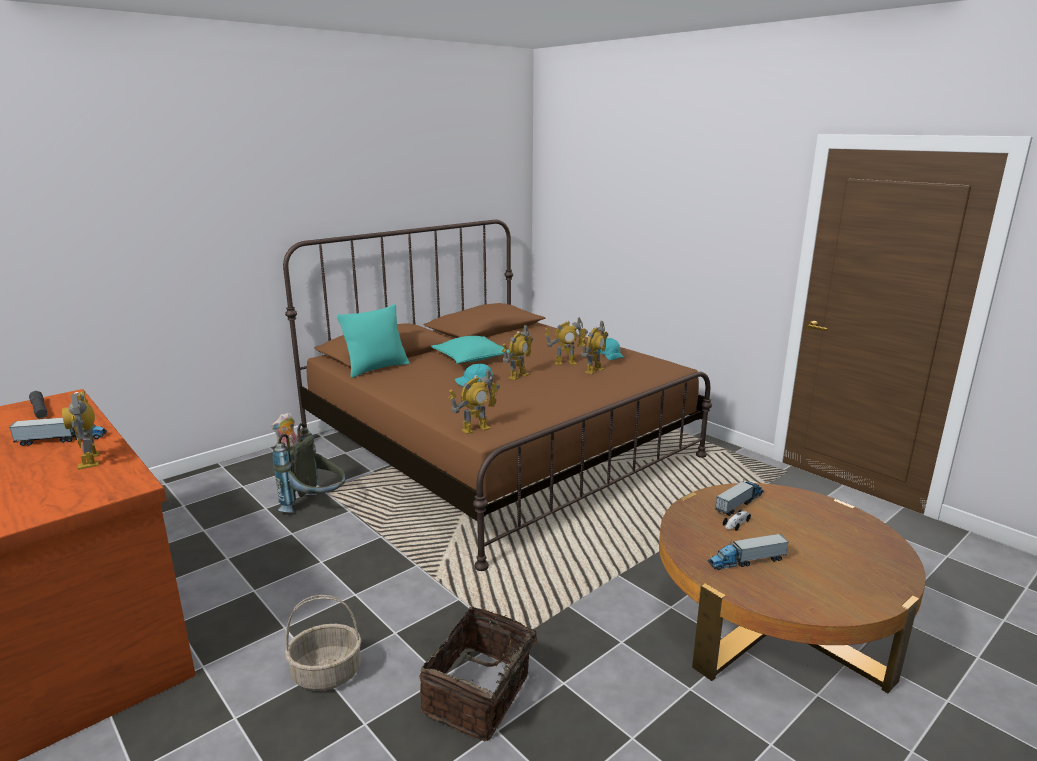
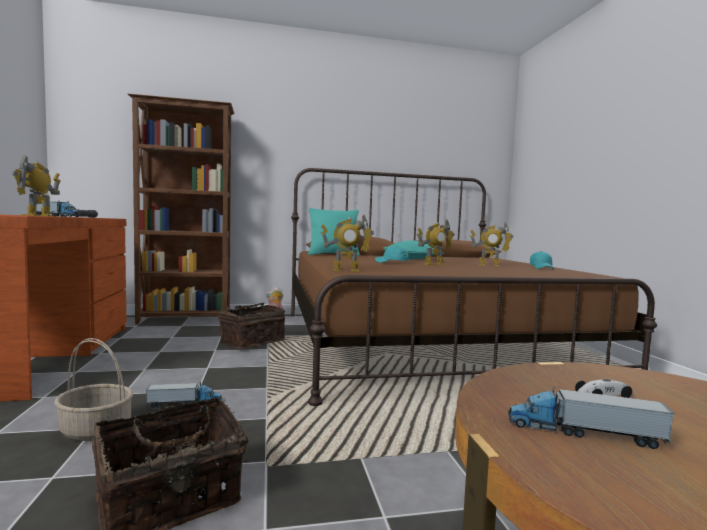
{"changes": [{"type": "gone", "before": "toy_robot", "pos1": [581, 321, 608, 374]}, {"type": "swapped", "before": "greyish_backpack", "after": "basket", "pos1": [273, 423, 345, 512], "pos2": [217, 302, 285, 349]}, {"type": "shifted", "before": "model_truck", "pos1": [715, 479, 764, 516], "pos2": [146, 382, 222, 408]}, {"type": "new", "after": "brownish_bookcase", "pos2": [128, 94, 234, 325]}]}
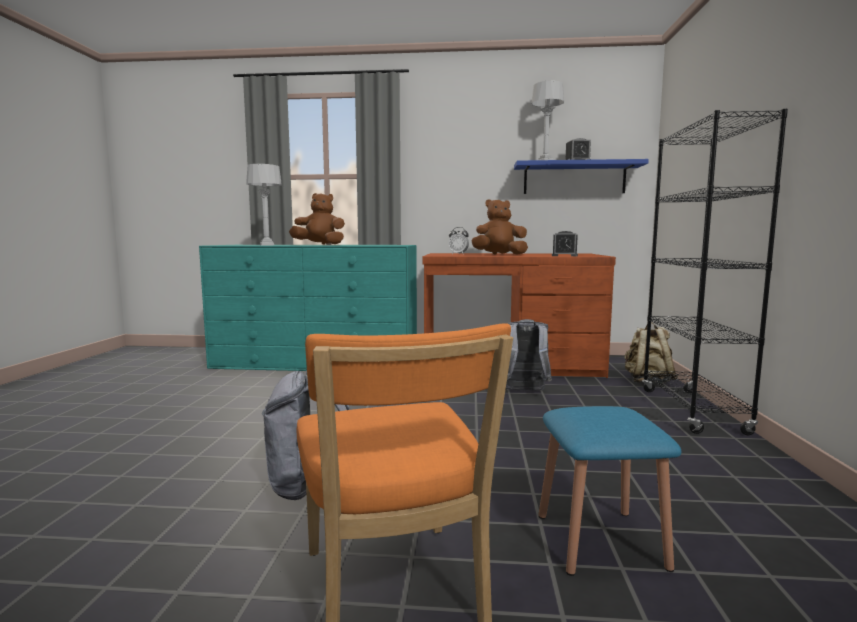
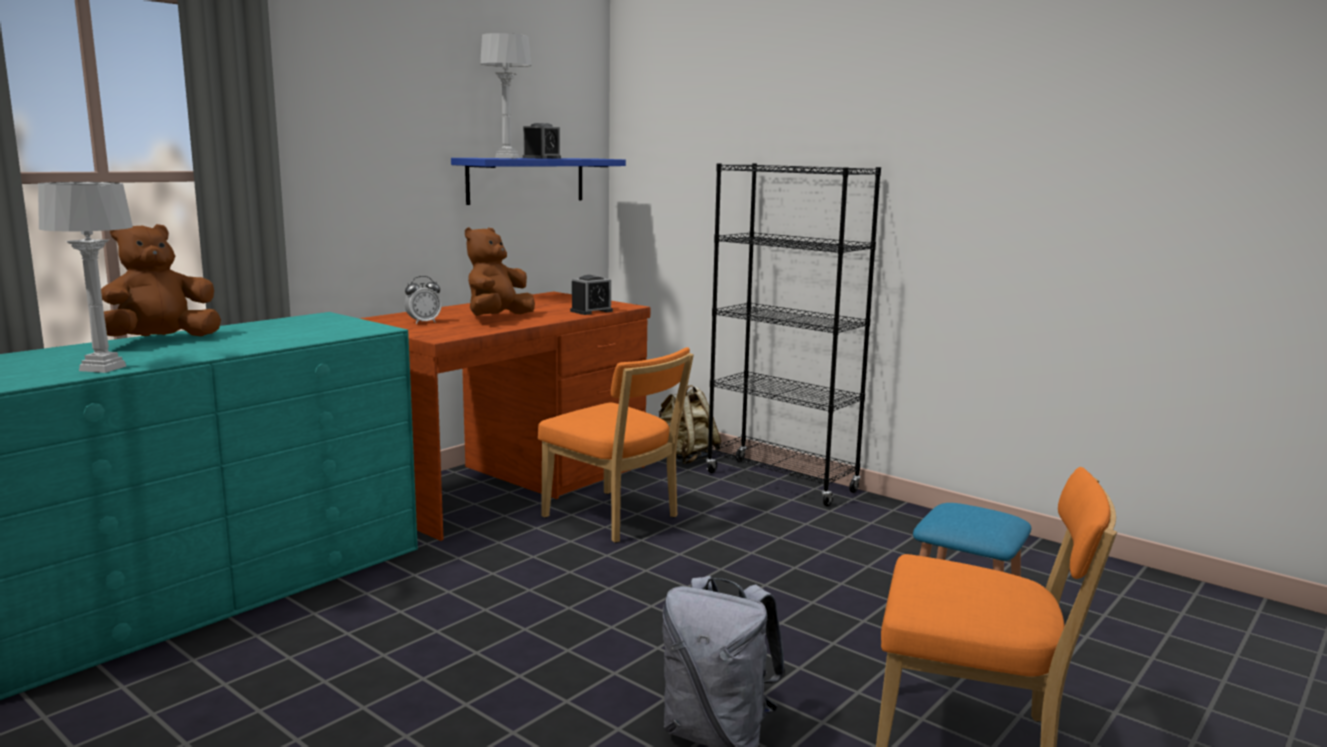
{"changes": [{"type": "swapped", "before": "greyish_backpack", "after": "orange-coloured_chair", "pos1": [506, 319, 552, 391], "pos2": [538, 347, 694, 543]}]}
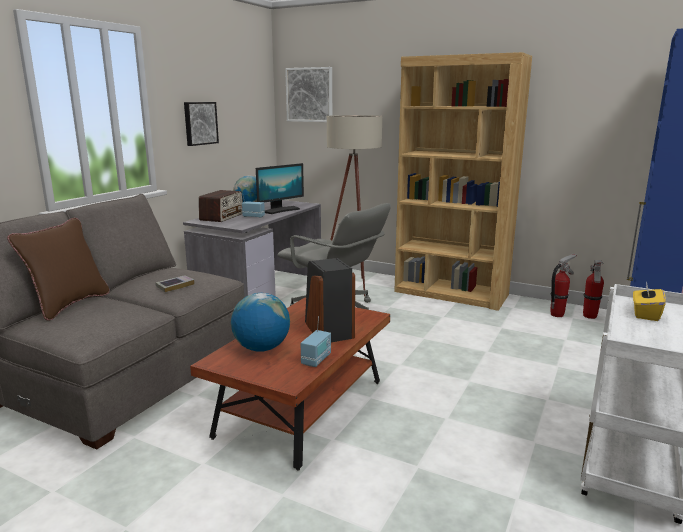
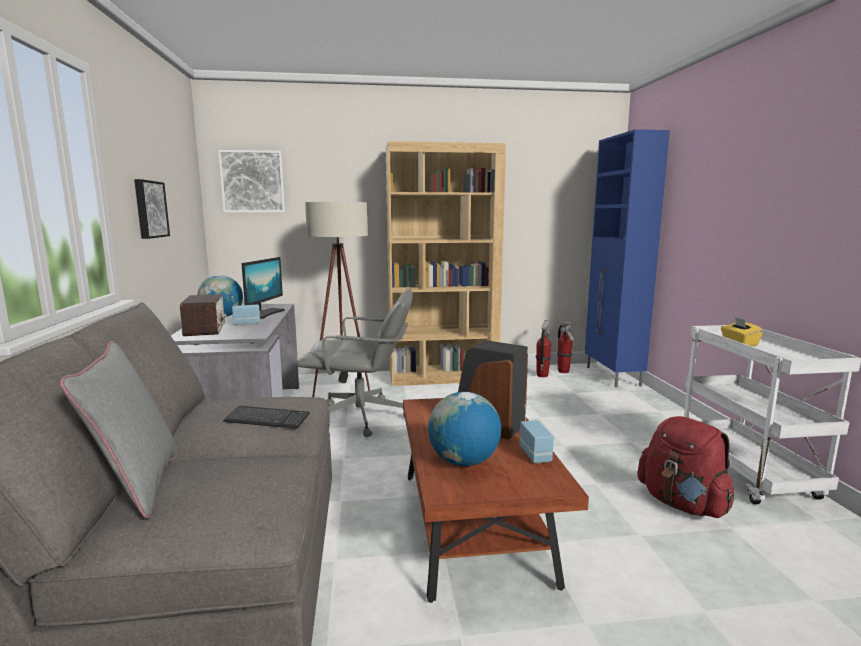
{"changes": [{"type": "repainted", "before": "brownish_cushion", "after": "greyish_cushion", "pos1": [7, 218, 110, 321], "pos2": [60, 341, 178, 519]}, {"type": "swapped", "before": "bound_book", "after": "keyboard", "pos1": [155, 275, 195, 292], "pos2": [223, 406, 310, 429]}, {"type": "new", "after": "reddish_backpack", "pos2": [637, 416, 734, 518]}]}
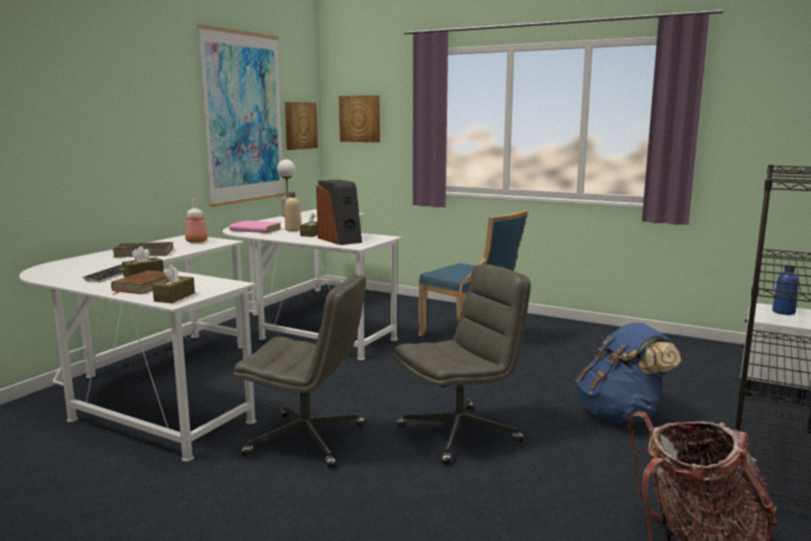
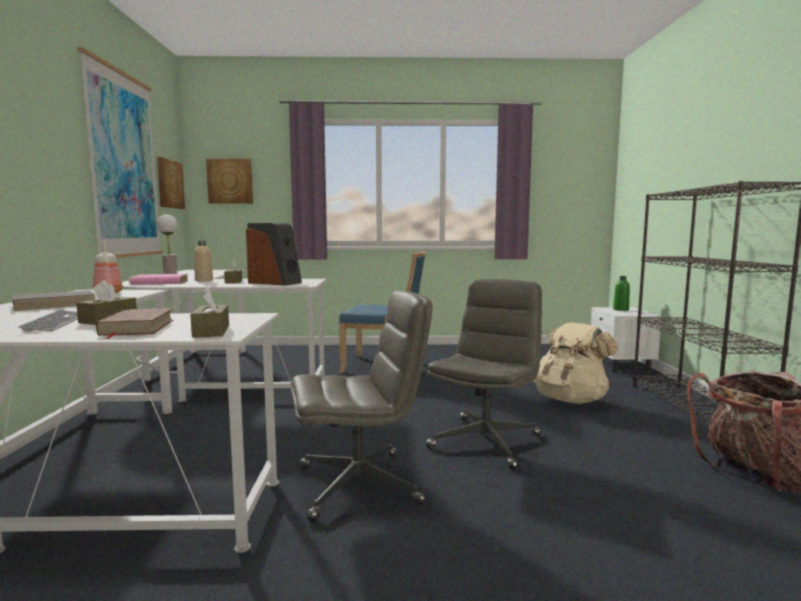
{"changes": [{"type": "repainted", "before": "bluish_beverage_bottle", "after": "green-coloured_beverage_bottle", "pos1": [772, 265, 799, 315], "pos2": [613, 276, 630, 311]}, {"type": "repainted", "before": "bluish_backpack", "after": "beige-coloured_backpack", "pos1": [576, 323, 681, 423], "pos2": [533, 323, 618, 404]}]}
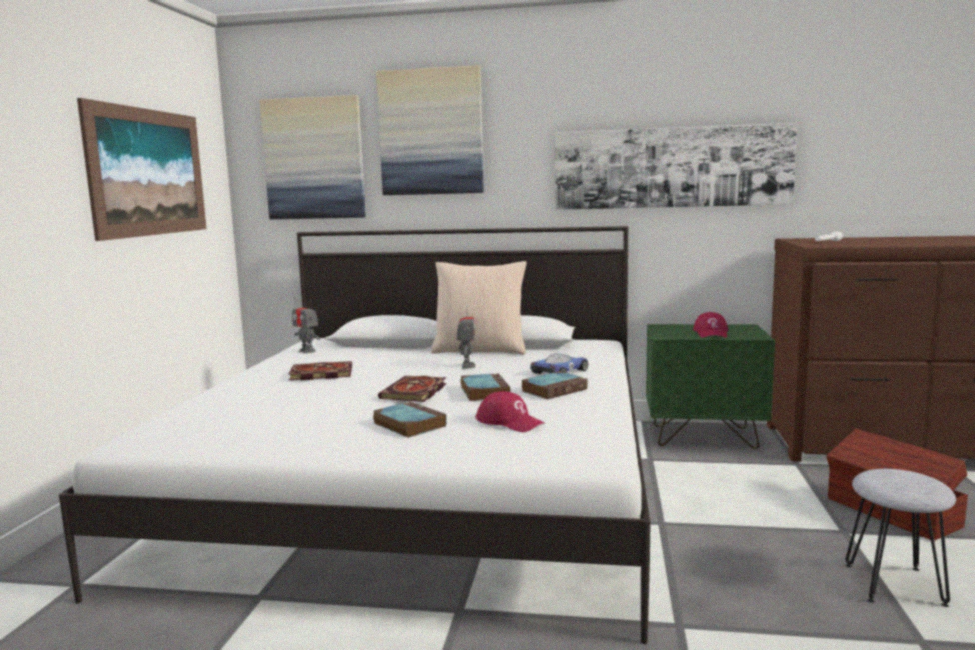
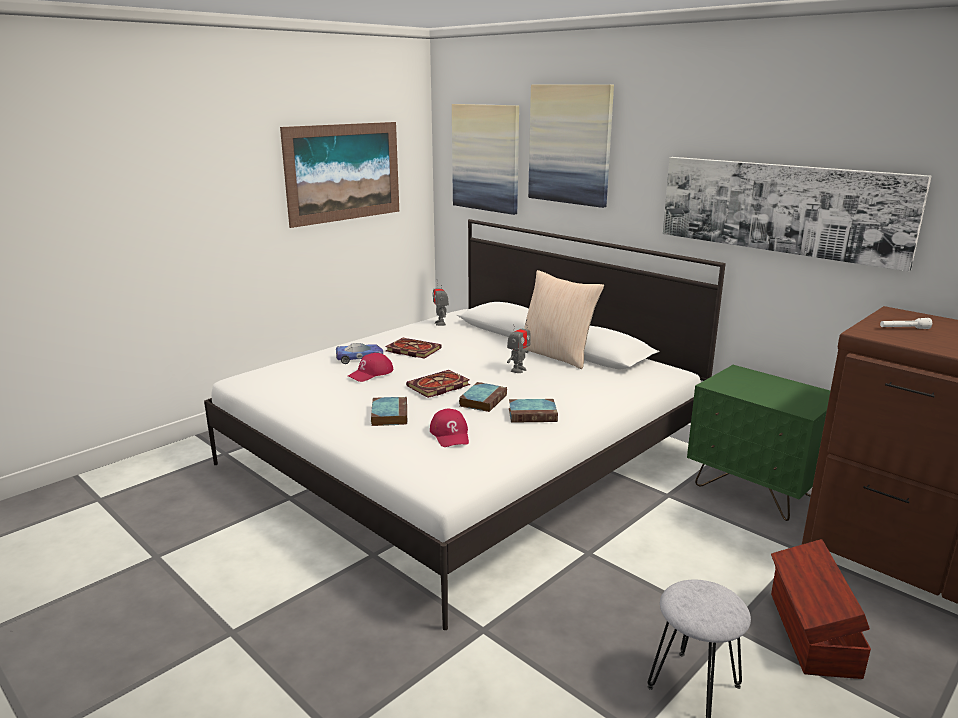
{"changes": [{"type": "shifted", "before": "reddish_cap", "pos1": [693, 312, 728, 338], "pos2": [348, 353, 393, 382]}, {"type": "shifted", "before": "toy_car", "pos1": [530, 353, 588, 374], "pos2": [336, 343, 383, 364]}]}
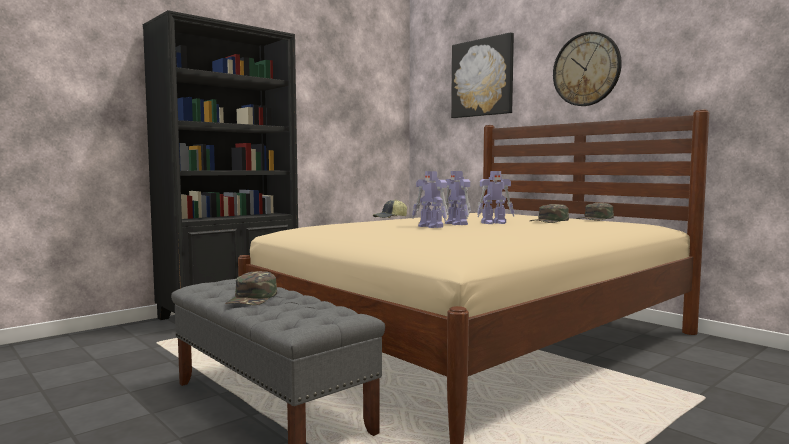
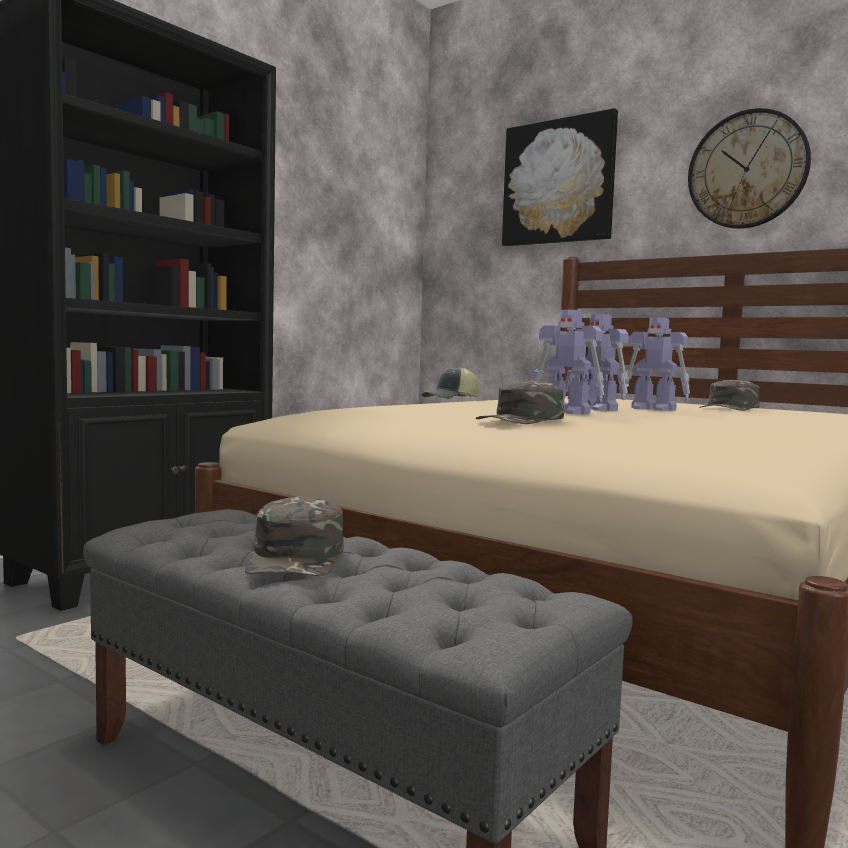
{"changes": [{"type": "rotated", "before": "toy_robot", "pos1": [477, 171, 514, 224], "pos2": [619, 318, 690, 411], "turn": 60}, {"type": "shifted", "before": "green-coloured_cap", "pos1": [577, 203, 614, 221], "pos2": [476, 381, 564, 424]}]}
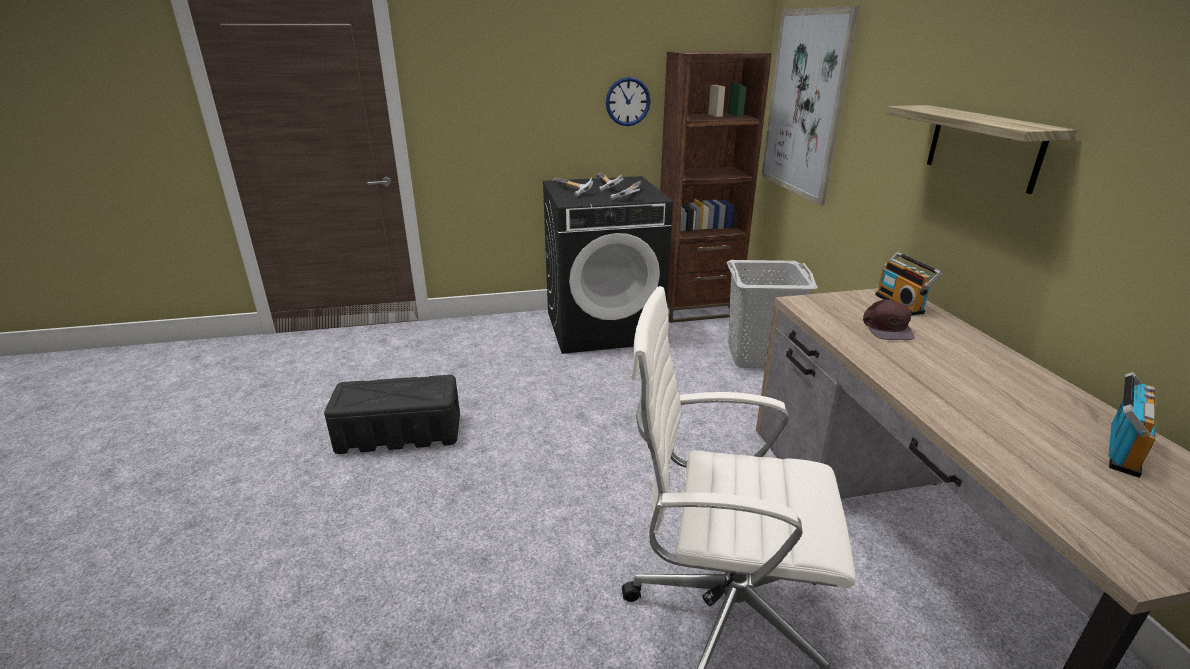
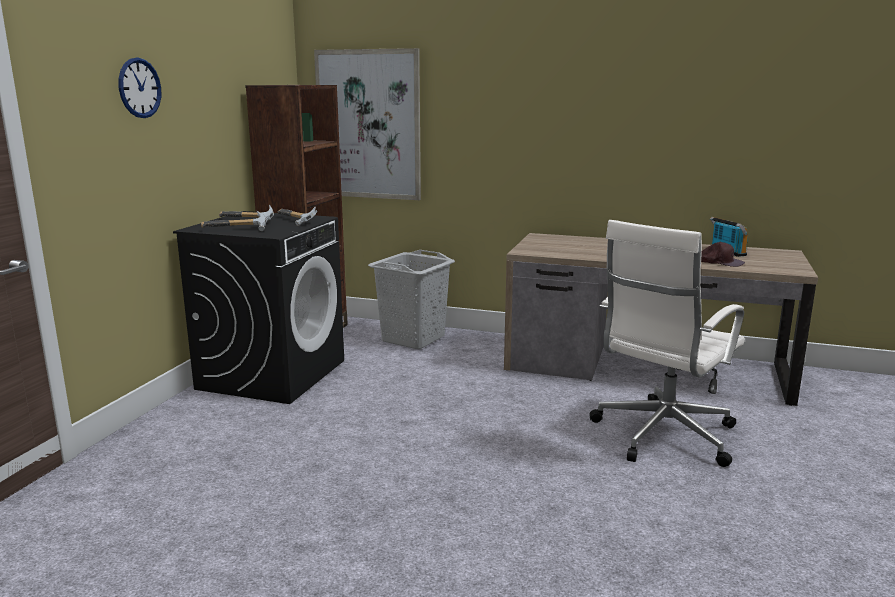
{"changes": [{"type": "shifted", "before": "hanging_clock", "pos1": [606, 77, 651, 126], "pos2": [118, 58, 161, 118]}, {"type": "gone", "before": "wall_shelf", "pos1": [886, 105, 1077, 194]}, {"type": "gone", "before": "radio", "pos1": [875, 252, 942, 316]}, {"type": "shifted", "before": "brownish_cap", "pos1": [863, 299, 915, 340], "pos2": [701, 242, 745, 267]}, {"type": "gone", "before": "black-coloured_storage_bin", "pos1": [324, 375, 460, 454]}]}
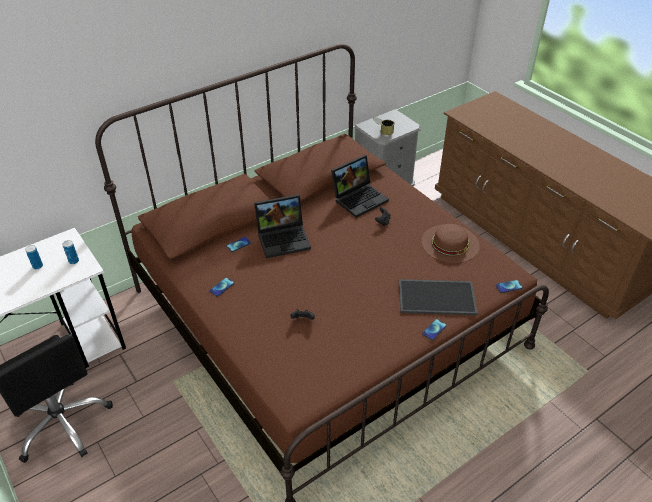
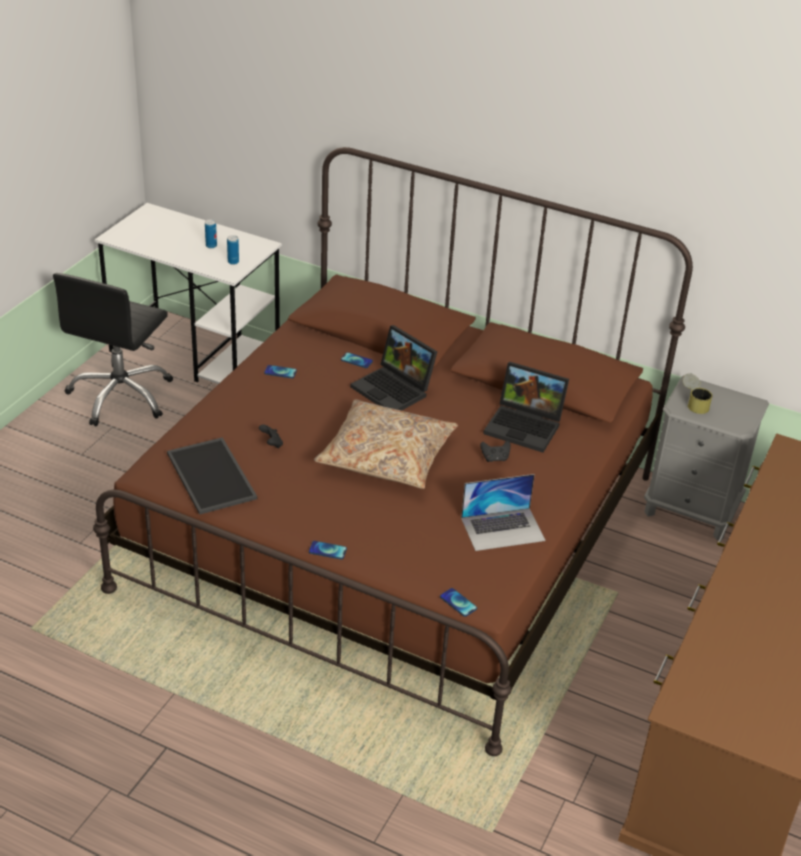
{"changes": [{"type": "swapped", "before": "brownish_clothing_hat", "after": "notebook_computer", "pos1": [421, 224, 480, 263], "pos2": [461, 474, 546, 551]}, {"type": "shifted", "before": "serving_tray", "pos1": [399, 279, 478, 315], "pos2": [167, 437, 257, 515]}, {"type": "new", "after": "beige-coloured_cushion", "pos2": [314, 399, 458, 489]}]}
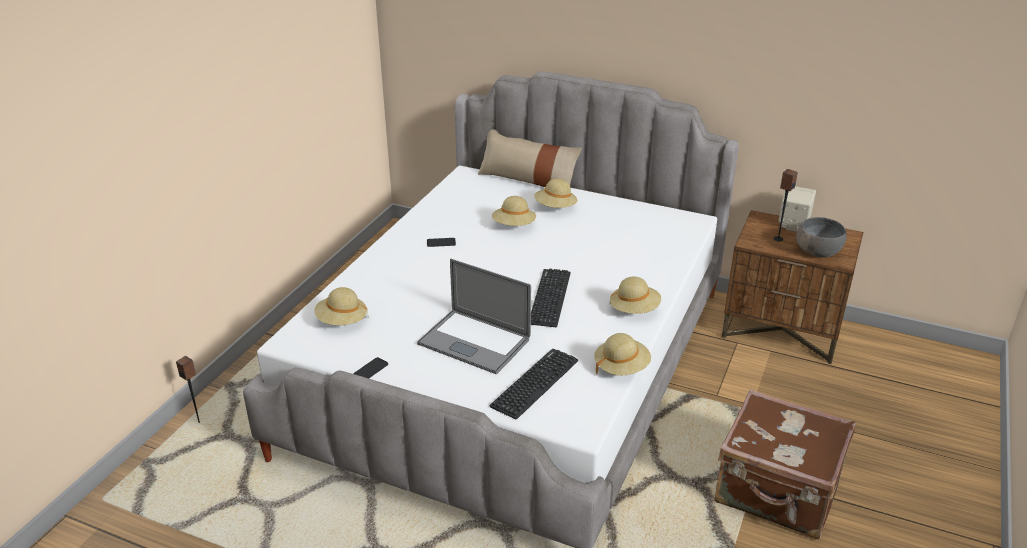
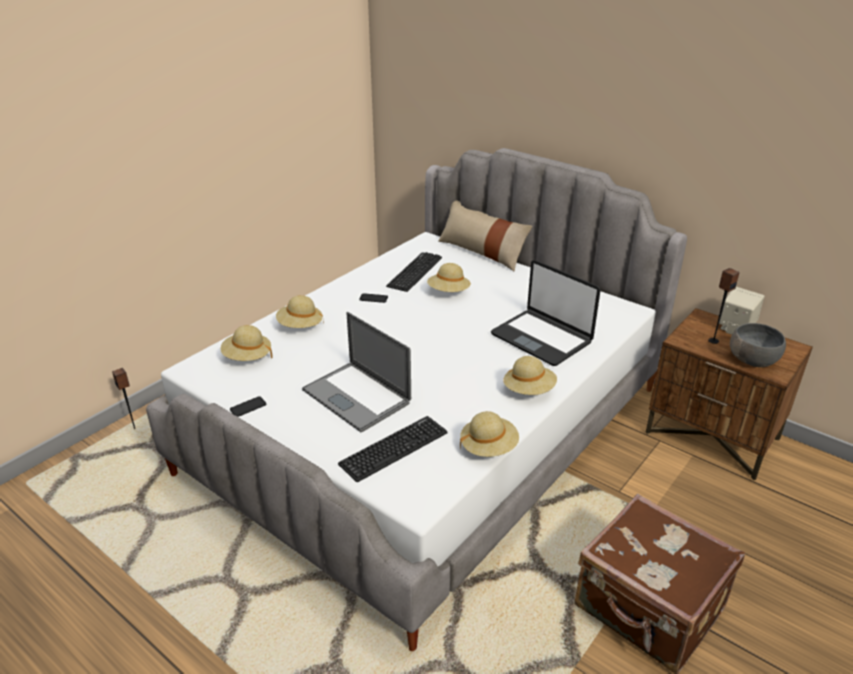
{"changes": [{"type": "shifted", "before": "beige-coloured_clothing_hat", "pos1": [534, 179, 577, 208], "pos2": [276, 295, 324, 328]}, {"type": "shifted", "before": "keyboard", "pos1": [531, 269, 571, 327], "pos2": [386, 252, 442, 292]}, {"type": "new", "after": "notebook_computer", "pos2": [491, 260, 601, 366]}]}
